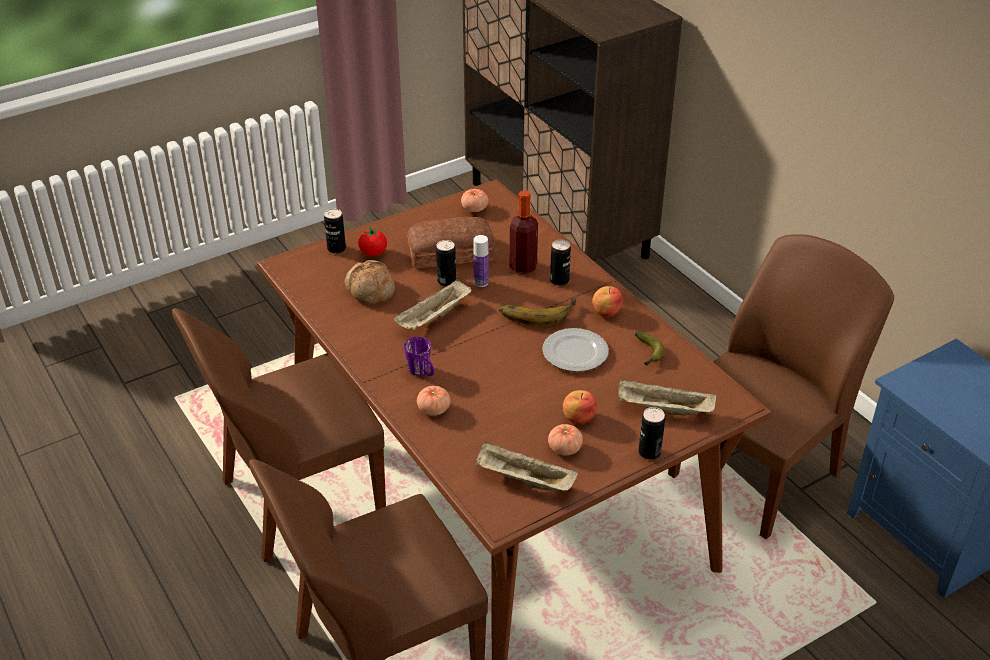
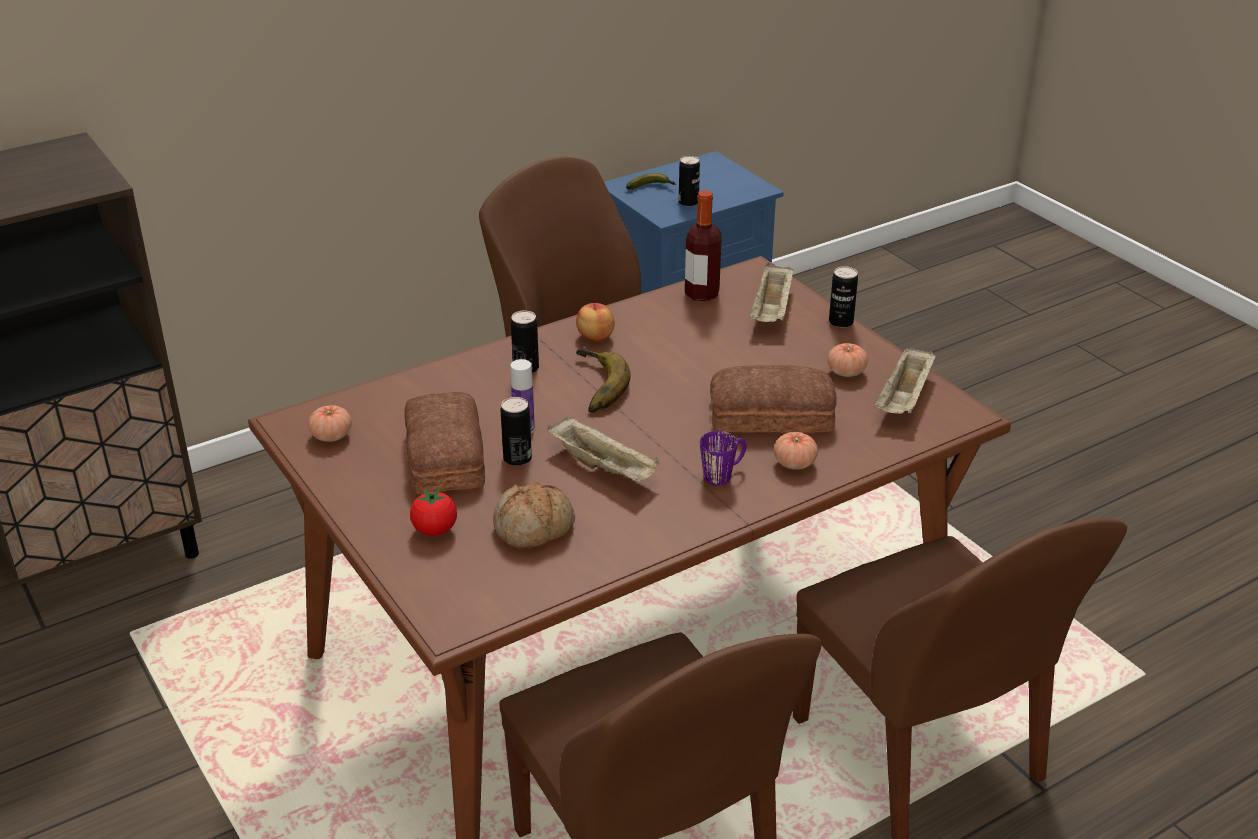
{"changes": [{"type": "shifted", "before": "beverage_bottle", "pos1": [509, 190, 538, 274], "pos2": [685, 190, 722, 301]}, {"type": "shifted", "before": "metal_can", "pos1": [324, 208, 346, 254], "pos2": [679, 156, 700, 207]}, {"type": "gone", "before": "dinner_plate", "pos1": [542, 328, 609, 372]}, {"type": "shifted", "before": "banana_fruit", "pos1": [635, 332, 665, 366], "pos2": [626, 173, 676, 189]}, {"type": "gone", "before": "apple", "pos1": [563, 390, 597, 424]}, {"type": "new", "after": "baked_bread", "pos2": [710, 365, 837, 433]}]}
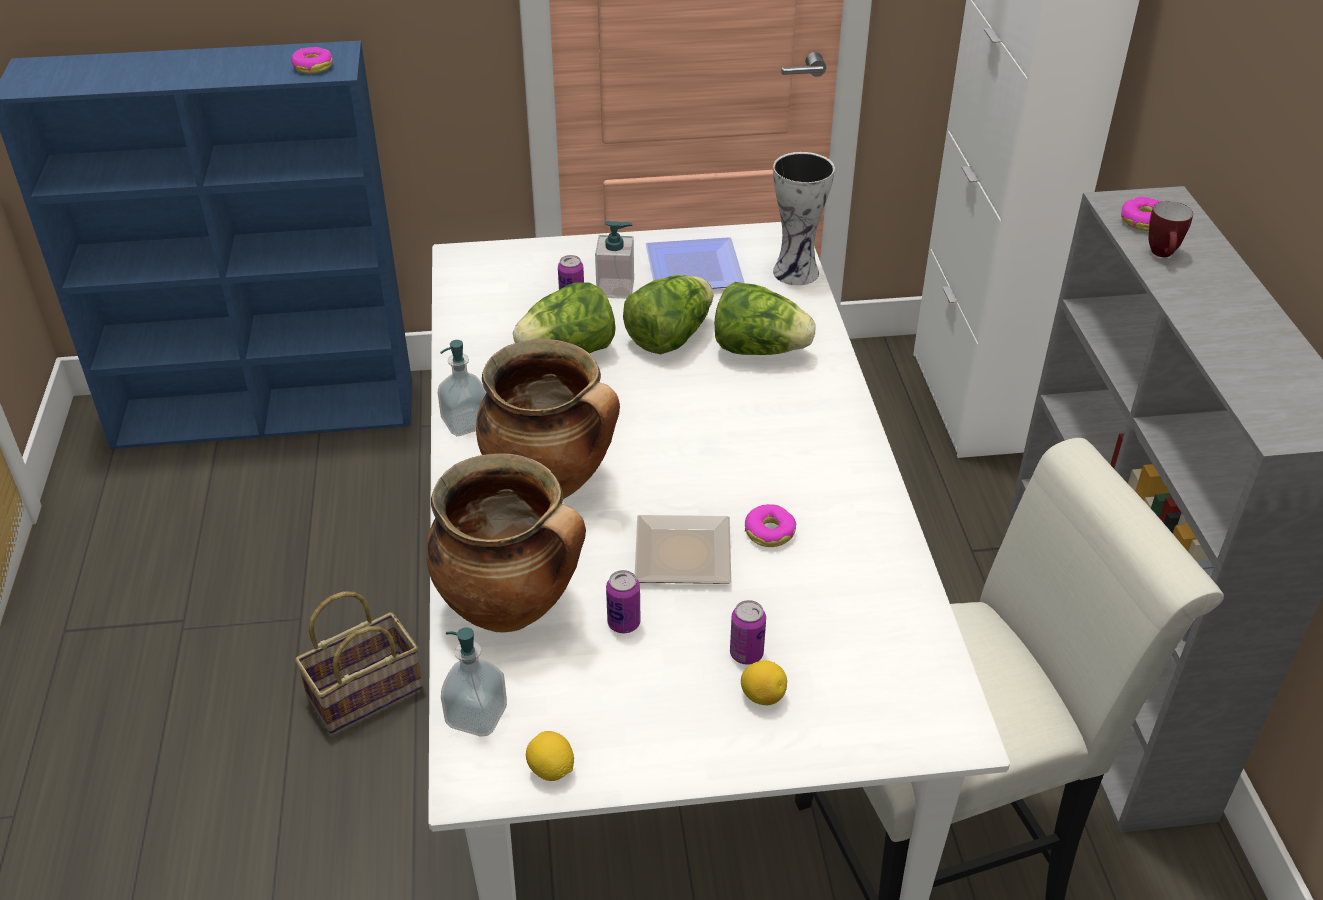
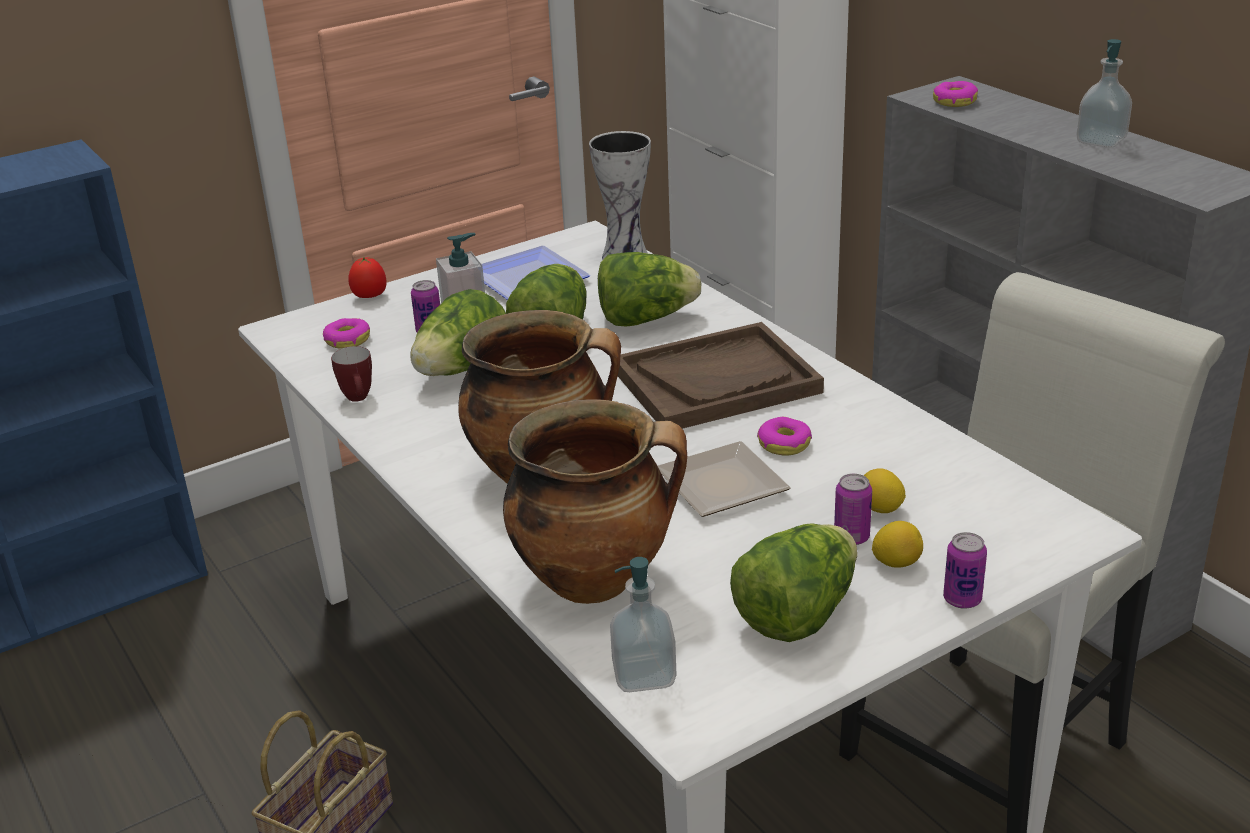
{"changes": [{"type": "shifted", "before": "doughnut", "pos1": [291, 47, 333, 74], "pos2": [323, 318, 370, 349]}, {"type": "shifted", "before": "tea_mug", "pos1": [1149, 201, 1193, 257], "pos2": [331, 346, 372, 402]}, {"type": "shifted", "before": "soap_dispenser", "pos1": [438, 340, 487, 436], "pos2": [1076, 39, 1132, 148]}, {"type": "shifted", "before": "metal_can", "pos1": [606, 570, 641, 633], "pos2": [943, 532, 987, 609]}, {"type": "shifted", "before": "whole_lemon", "pos1": [526, 731, 574, 781], "pos2": [864, 468, 906, 513]}, {"type": "new", "after": "whole_tomato", "pos2": [348, 257, 387, 298]}, {"type": "new", "after": "brownish_serving_tray", "pos2": [618, 322, 824, 429]}, {"type": "new", "after": "lettuce", "pos2": [730, 523, 858, 642]}]}
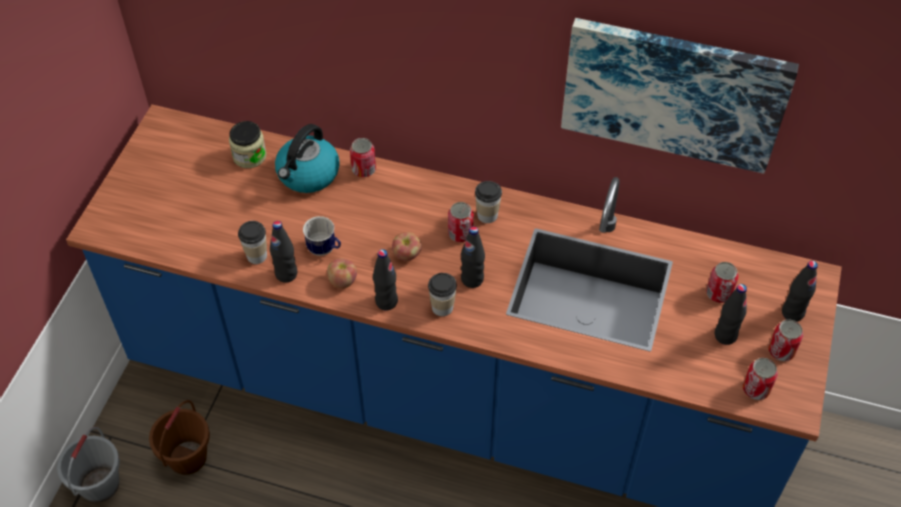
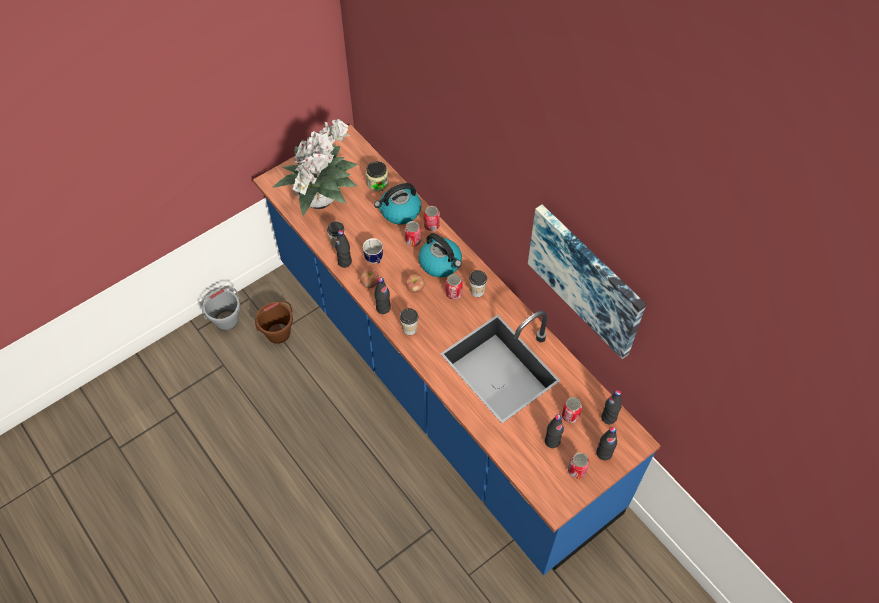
{"changes": [{"type": "shifted", "before": "black-coloured_beverage_bottle", "pos1": [461, 226, 485, 288], "pos2": [601, 390, 622, 424]}, {"type": "shifted", "before": "metal_can", "pos1": [743, 358, 778, 400], "pos2": [405, 221, 421, 246]}, {"type": "new", "after": "plant_in_a_pot", "pos2": [272, 119, 358, 216]}, {"type": "new", "after": "kettle", "pos2": [419, 233, 462, 277]}]}
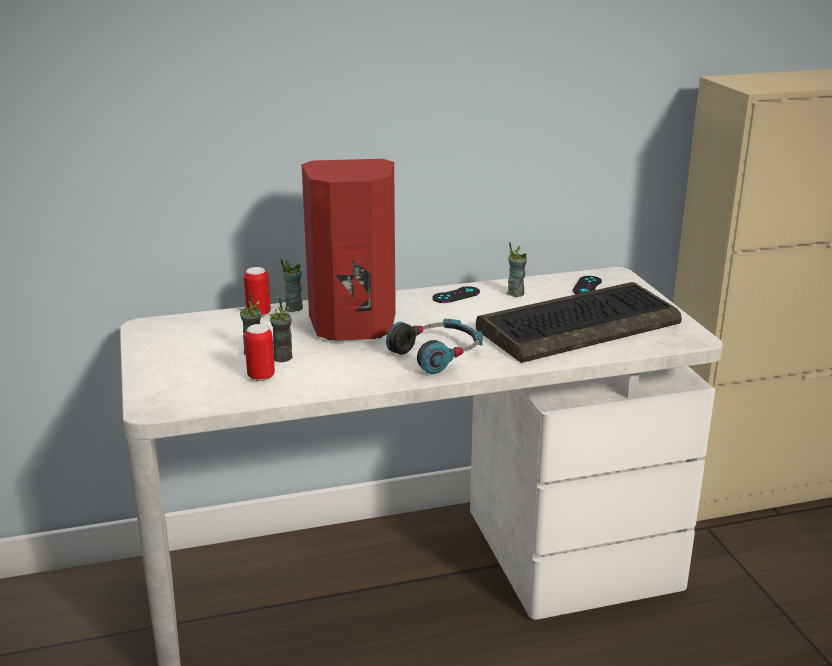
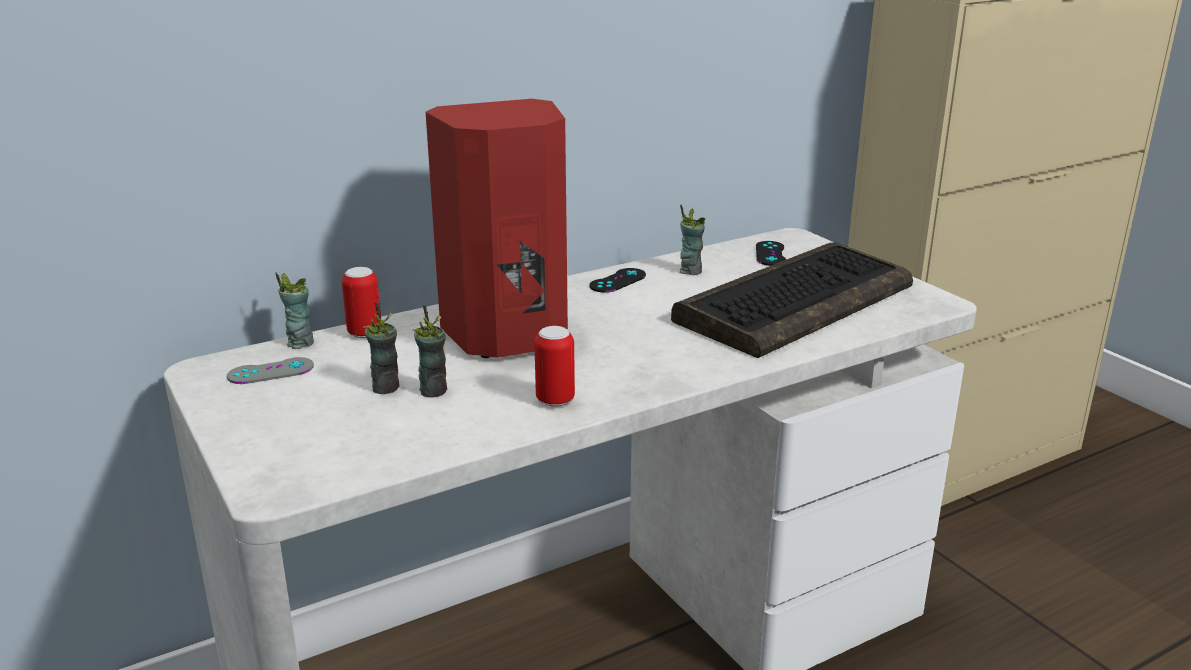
{"changes": [{"type": "shifted", "before": "small_cup", "pos1": [281, 259, 303, 312], "pos2": [275, 272, 314, 349]}, {"type": "gone", "before": "pair_of_headphones", "pos1": [386, 319, 483, 374]}, {"type": "shifted", "before": "metal_can", "pos1": [244, 324, 275, 381], "pos2": [534, 326, 575, 407]}, {"type": "new", "after": "greyish_gamepad", "pos2": [227, 357, 314, 384]}]}
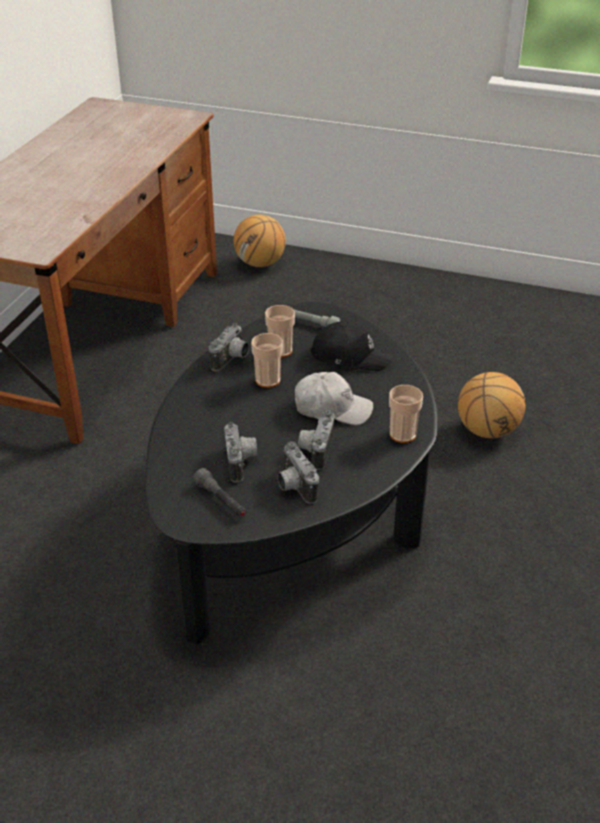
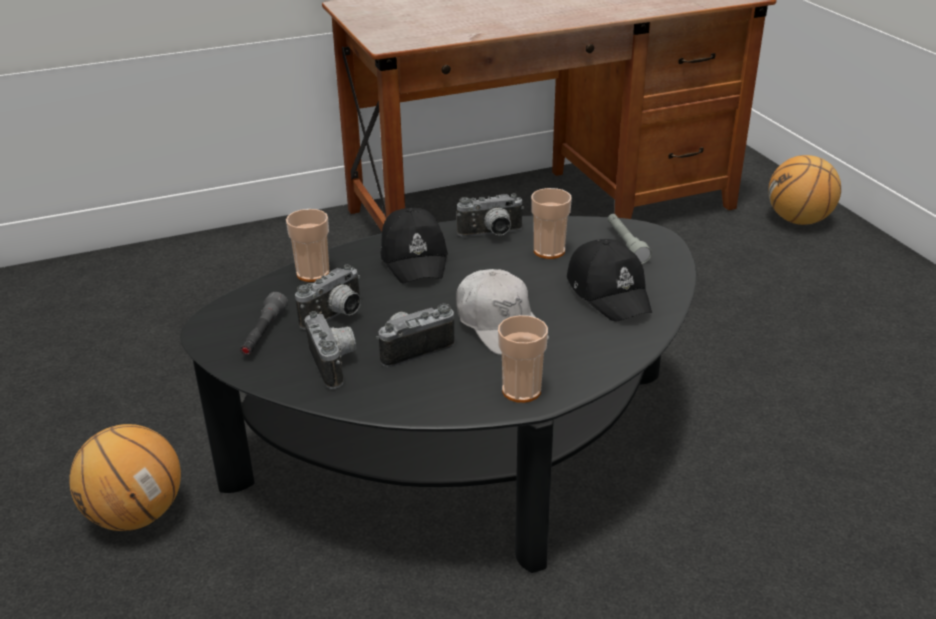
{"changes": [{"type": "shifted", "before": "small_cup", "pos1": [251, 333, 283, 388], "pos2": [286, 209, 329, 282]}, {"type": "shifted", "before": "basketball", "pos1": [458, 372, 525, 438], "pos2": [69, 424, 181, 531]}, {"type": "rotated", "before": "still_camera", "pos1": [277, 441, 319, 504], "pos2": [305, 311, 356, 389], "turn": 135}, {"type": "new", "after": "black-coloured_cap", "pos2": [380, 208, 448, 284]}]}
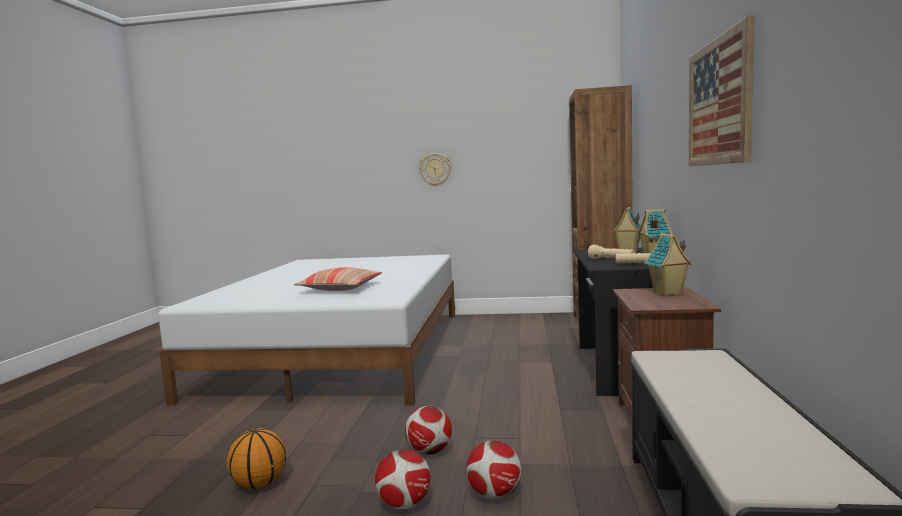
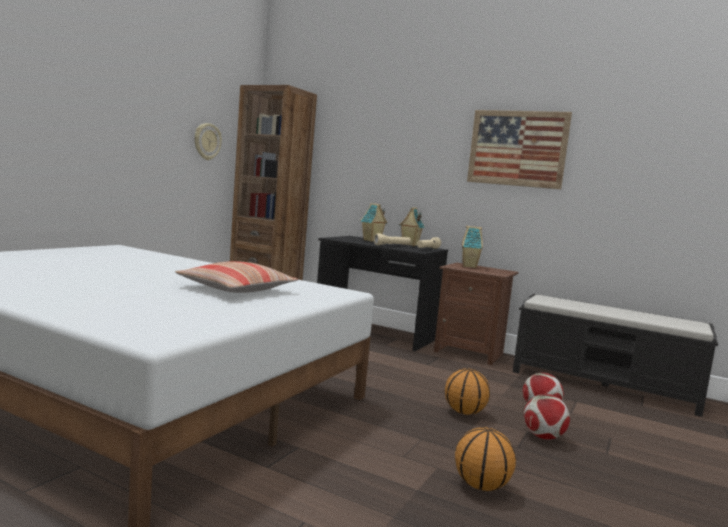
{"changes": [{"type": "shifted", "before": "hanging_clock", "pos1": [419, 153, 451, 186], "pos2": [195, 123, 222, 160]}, {"type": "swapped", "before": "football", "after": "basketball", "pos1": [405, 405, 452, 455], "pos2": [445, 368, 490, 415]}]}
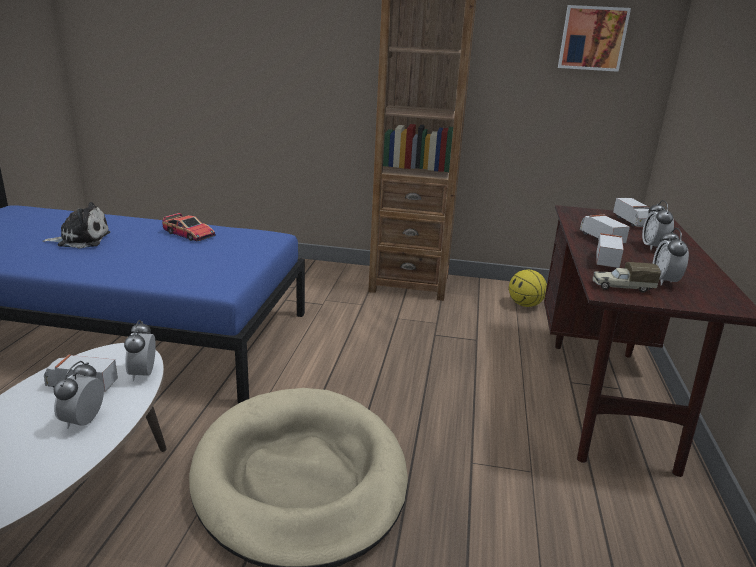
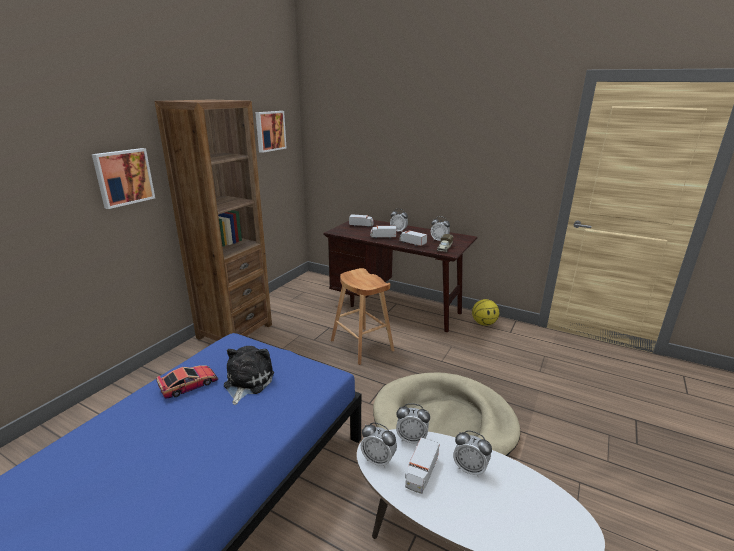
{"changes": [{"type": "shifted", "before": "plush_toy", "pos1": [43, 202, 110, 248], "pos2": [224, 346, 274, 405]}, {"type": "shifted", "before": "basketball", "pos1": [509, 269, 547, 307], "pos2": [472, 299, 499, 326]}, {"type": "new", "after": "picture", "pos2": [92, 148, 155, 209]}, {"type": "new", "after": "brownish_sitting_stool", "pos2": [331, 268, 394, 365]}, {"type": "new", "after": "table_clock", "pos2": [361, 422, 397, 468]}]}
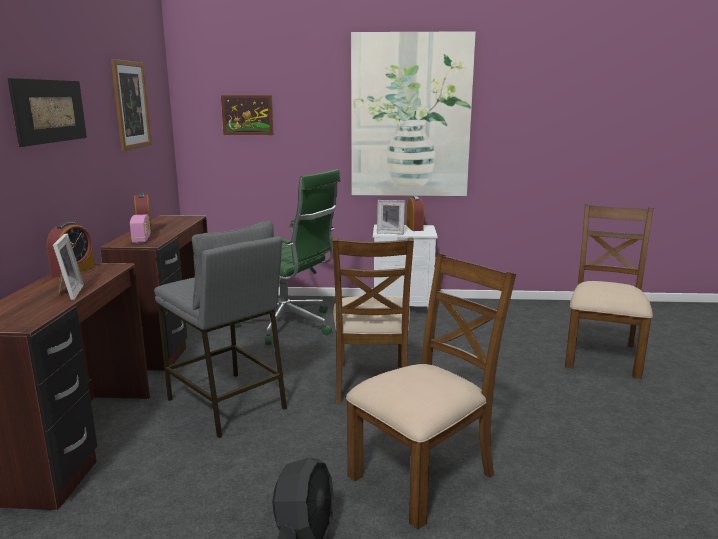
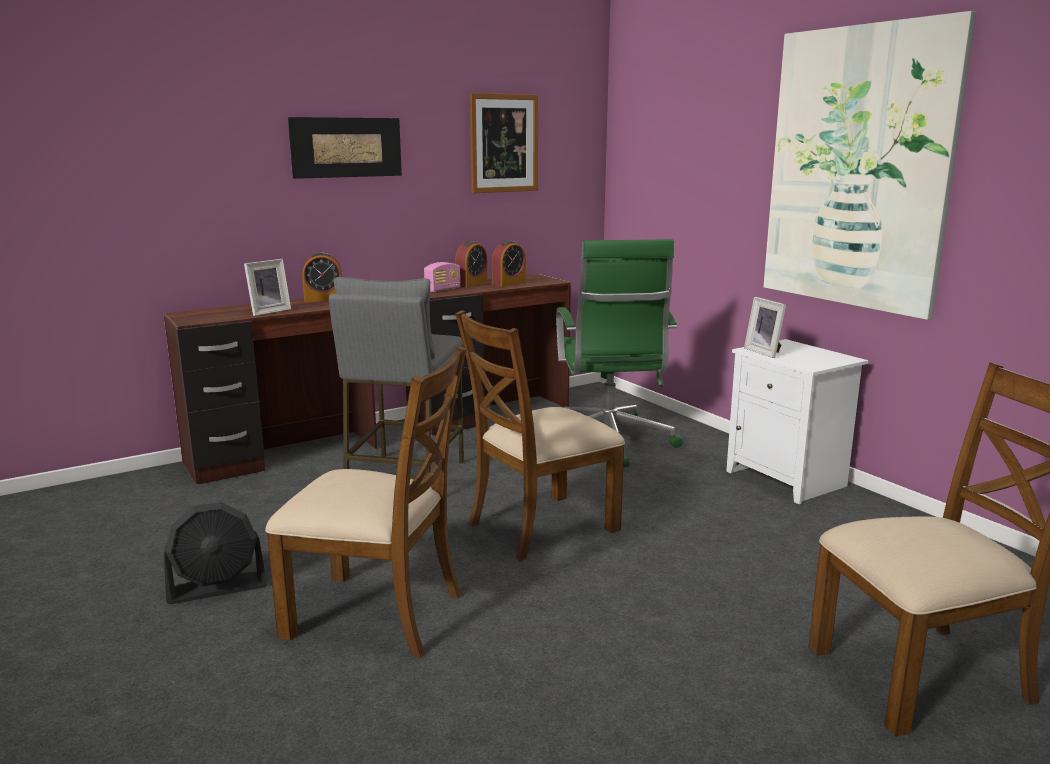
{"changes": [{"type": "gone", "before": "picture", "pos1": [221, 95, 273, 135]}, {"type": "shifted", "before": "table_clock", "pos1": [406, 196, 424, 231], "pos2": [492, 240, 526, 287]}]}
